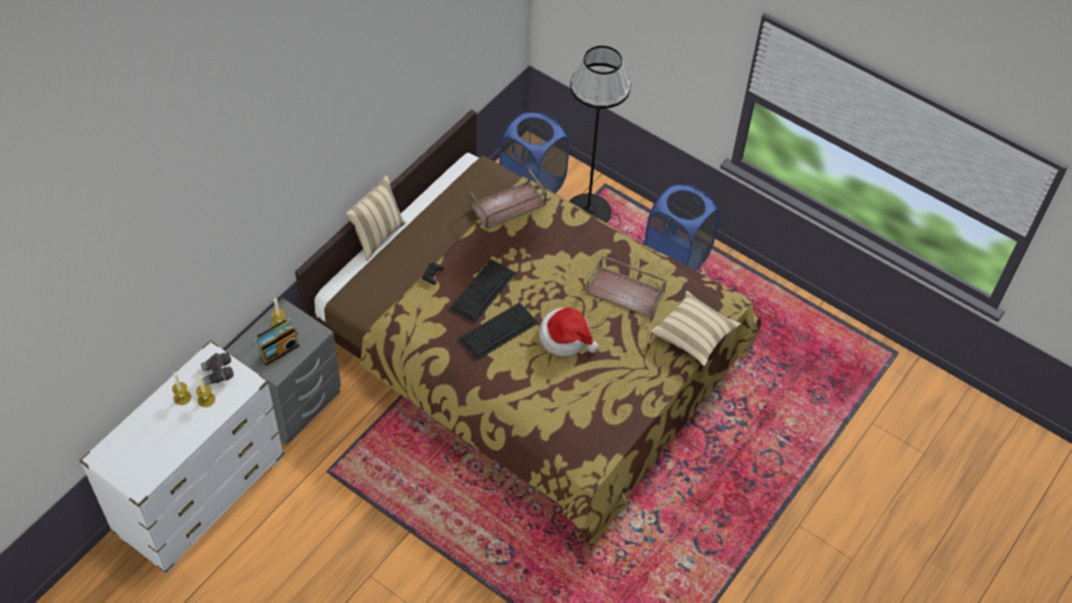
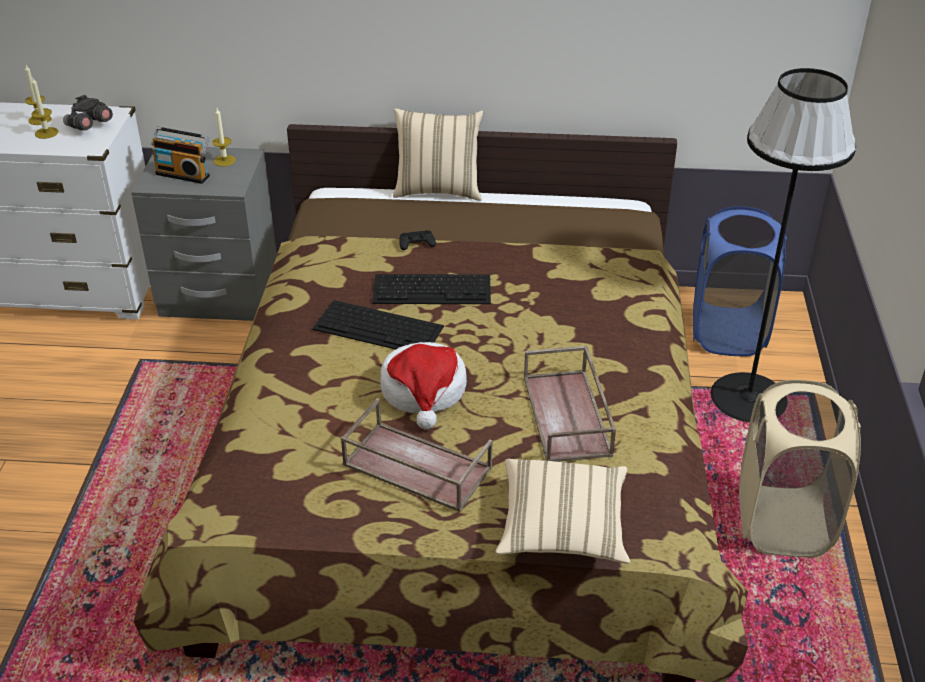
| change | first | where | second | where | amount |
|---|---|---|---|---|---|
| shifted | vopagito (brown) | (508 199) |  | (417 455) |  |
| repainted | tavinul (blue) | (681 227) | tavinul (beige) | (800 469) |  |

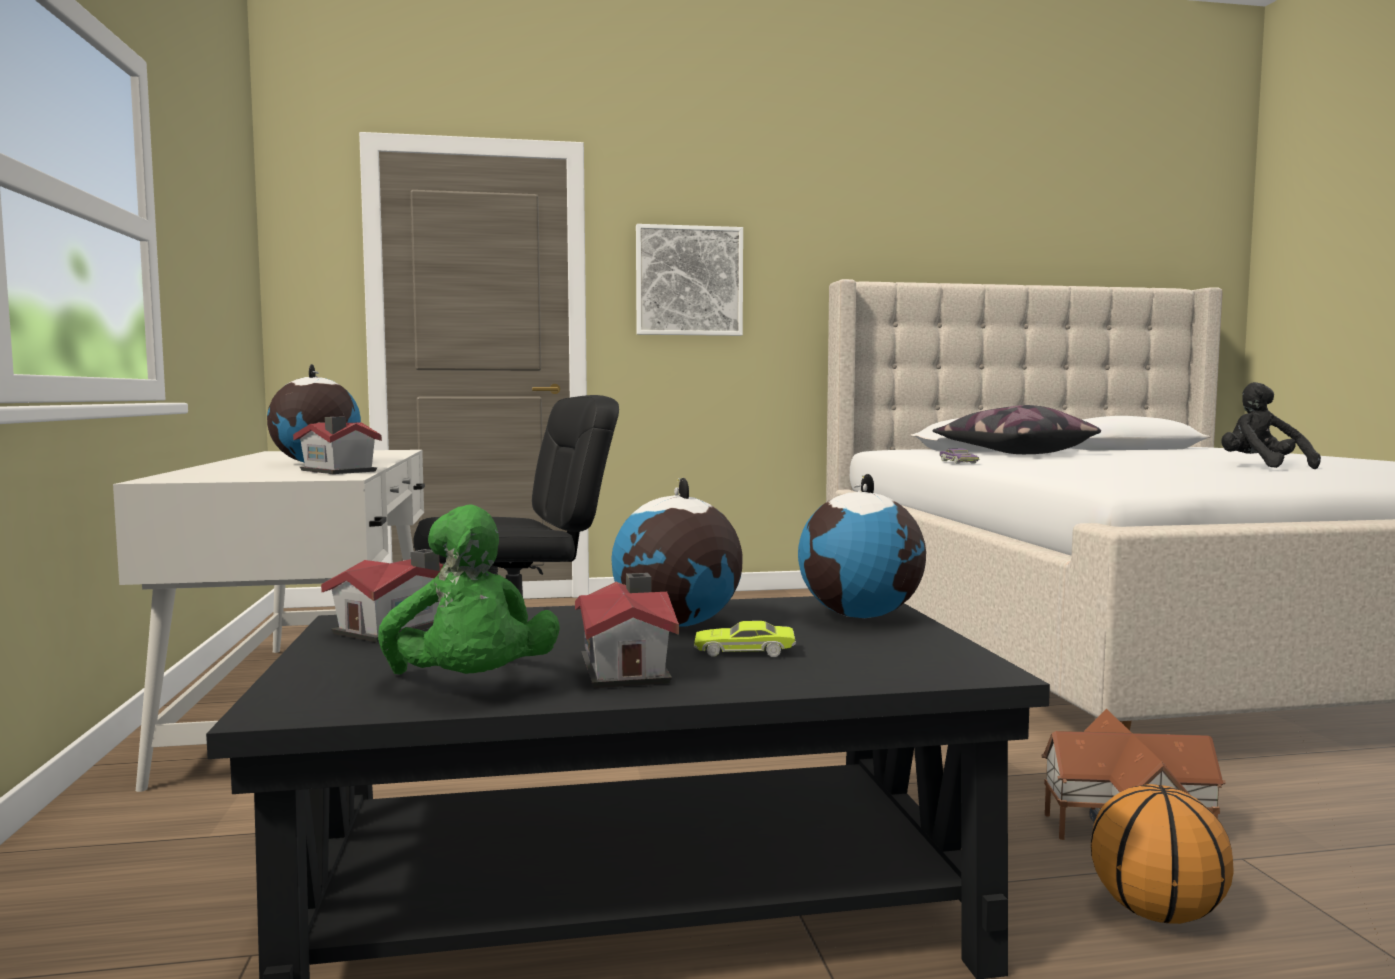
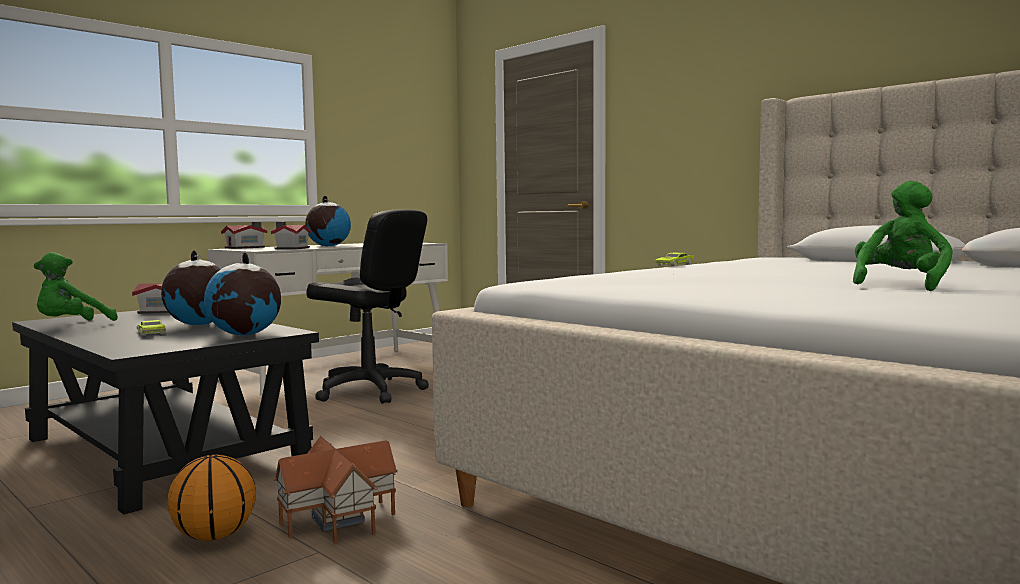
| change | first | where | second | where | amount |
|---|---|---|---|---|---|
| gone | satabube | (689 280) |  |  |  |
| repainted | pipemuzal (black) | (1271 425) | pipemuzal (green) | (903 236) |  |
| gone | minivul | (1016 429) |  |  |  |
| repainted | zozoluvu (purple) | (959 456) | zozoluvu (green) | (674 259) |  |
| shifted | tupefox | (627 630) |  | (244 235) |  |

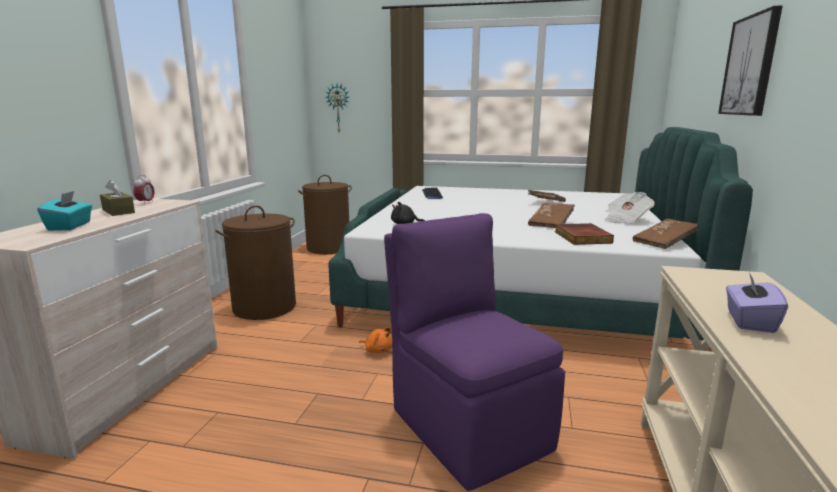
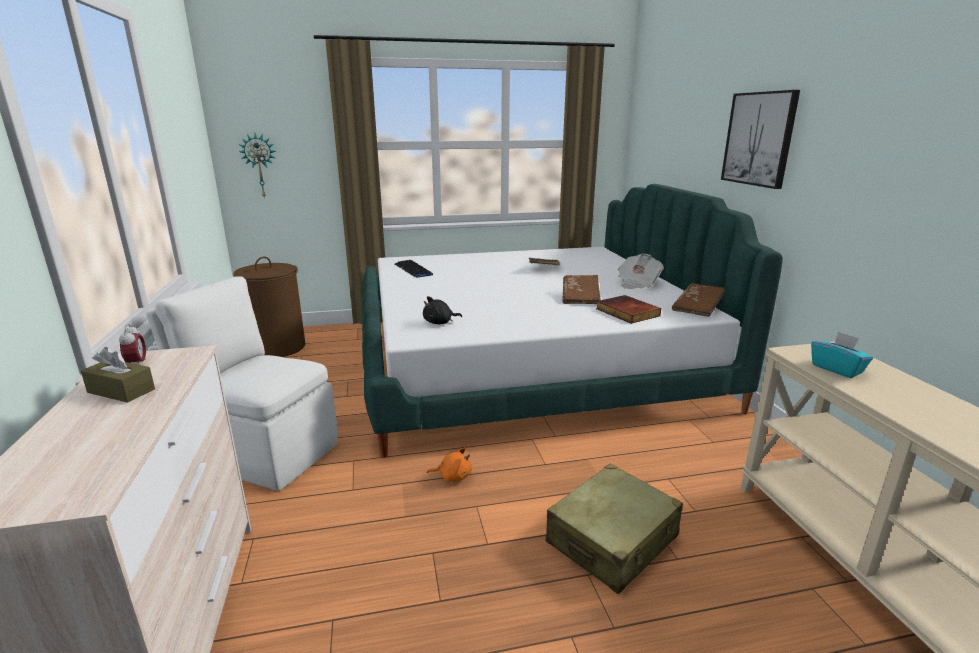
| change | first | where | second | where | amount |
|---|---|---|---|---|---|
| shifted | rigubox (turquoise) | (64 211) |  | (842 354) |  |
| swapped | tavinul (brown) | (256 262) | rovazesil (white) | (242 383) |  |
| swapped | rovazesil (purple) | (474 352) | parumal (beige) | (614 529) |  |
| gone | rigubox (purple) | (757 302) |  |  |  |

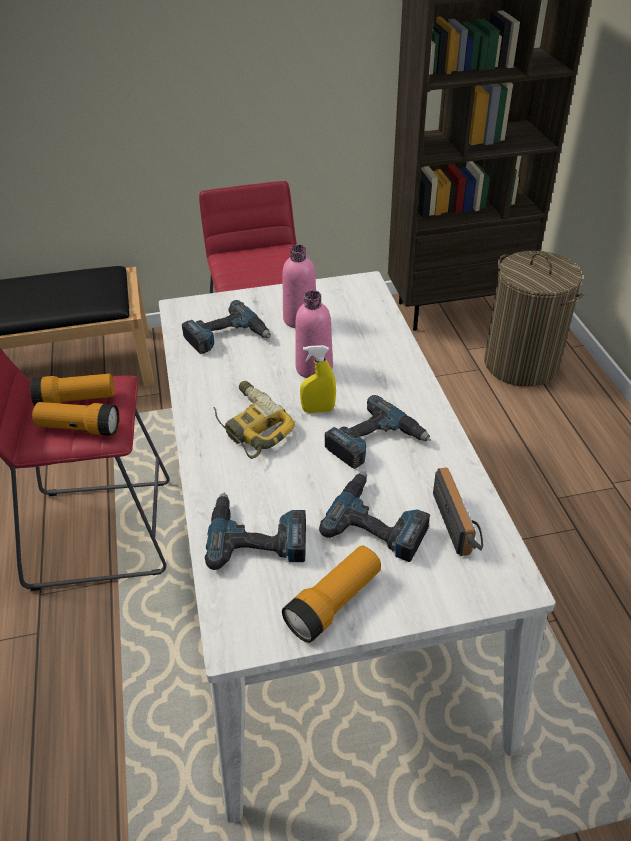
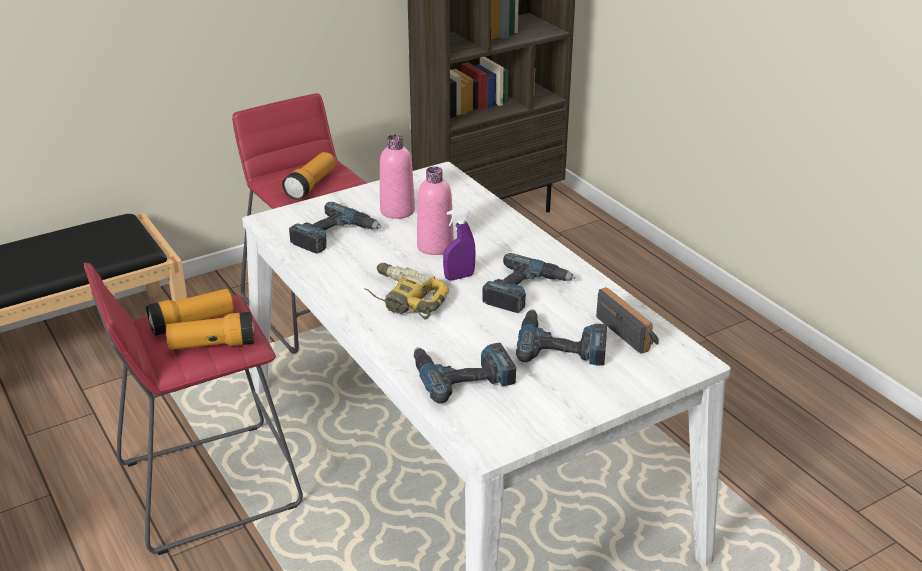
| change | first | where | second | where | amount |
|---|---|---|---|---|---|
| gone | tavinul | (534 319) |  |  |  |
| repainted | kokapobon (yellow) | (318 379) | kokapobon (purple) | (459 244) |  |
| shifted | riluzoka | (331 594) |  | (308 176) |  |

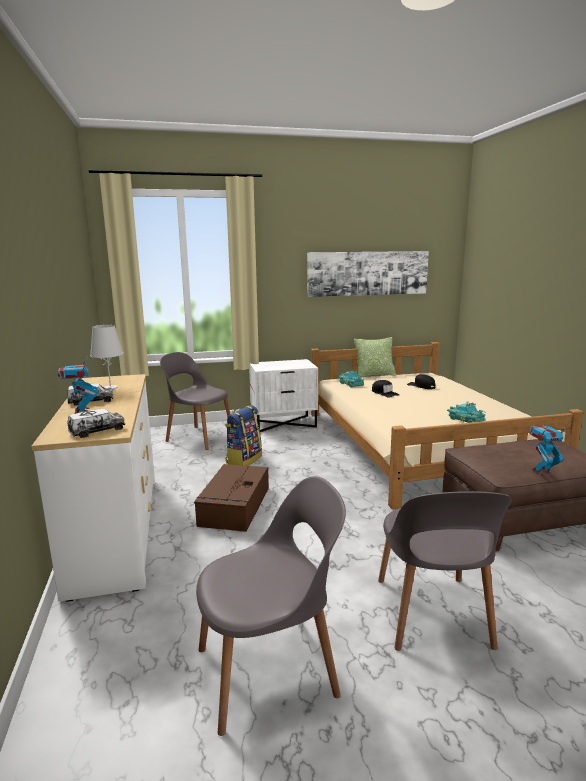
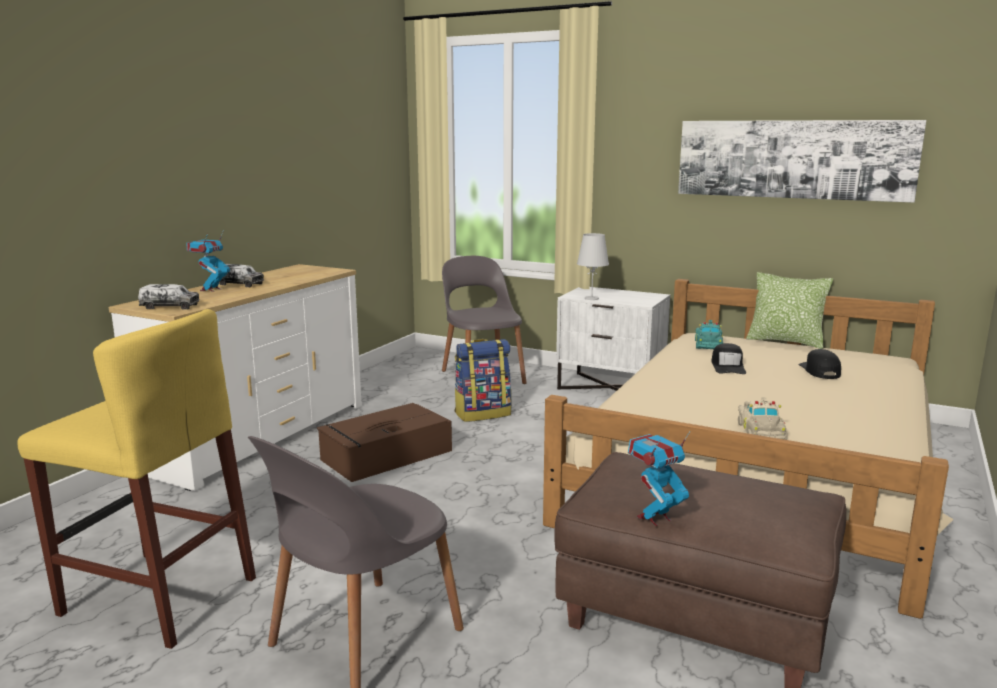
| change | first | where | second | where | amount |
|---|---|---|---|---|---|
| shifted | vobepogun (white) | (106 357) |  | (593 266) |  |
| repainted | zozoluvu (turquoise) | (466 412) | zozoluvu (beige) | (762 418) |  |
| rotated | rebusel | (548 450) |  | (659 478) | 60 degrees counterclockwise |
| swapped | rovazesil (grey) | (271 606) | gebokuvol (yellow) | (136 479) |  |

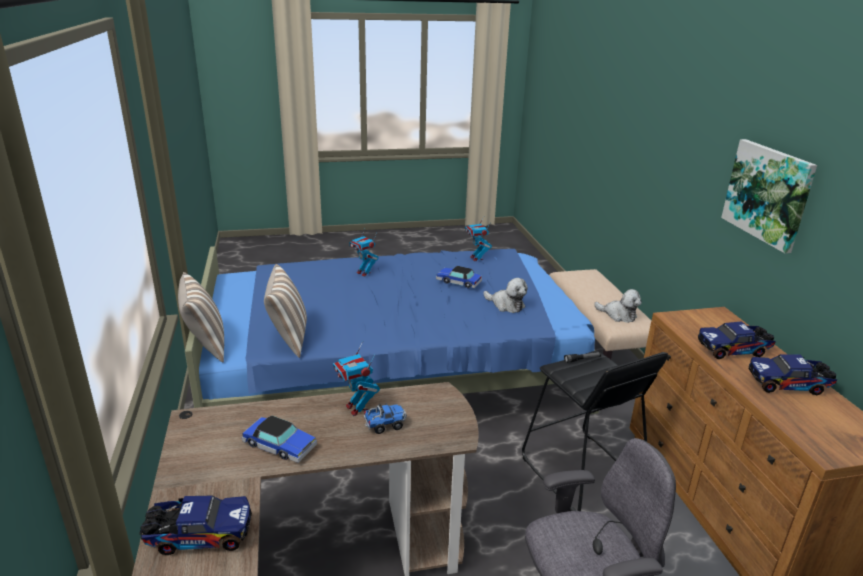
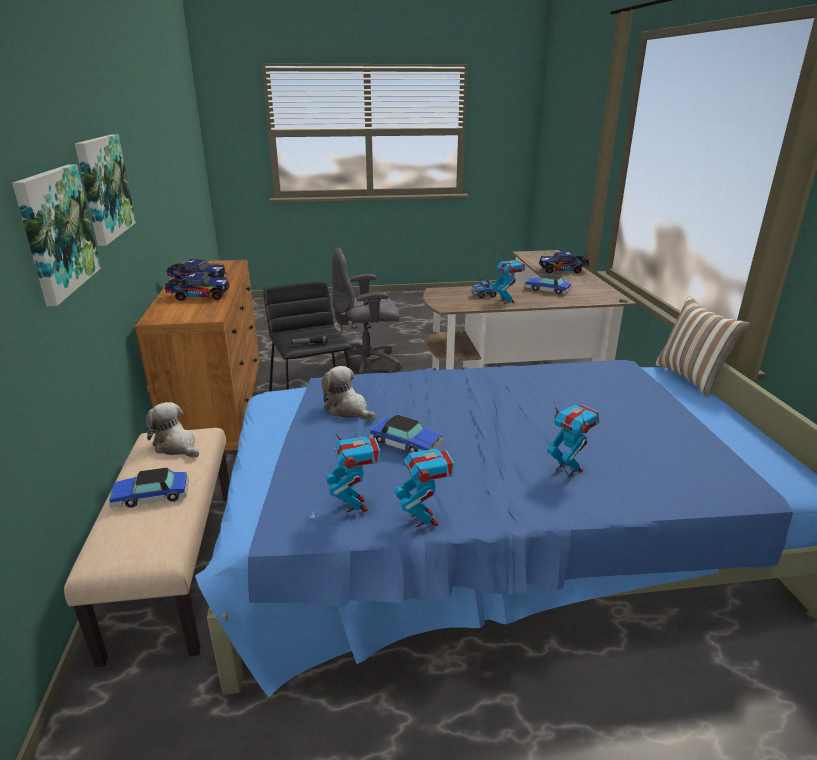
| change | first | where | second | where | amount |
|---|---|---|---|---|---|
| gone | minivul | (285 311) |  |  |  |
| new |  |  | satabube | (56 235) |  |
| new |  |  | rebusel | (425 482) |  |
| new |  |  | zozoluvu | (149 488) |  |

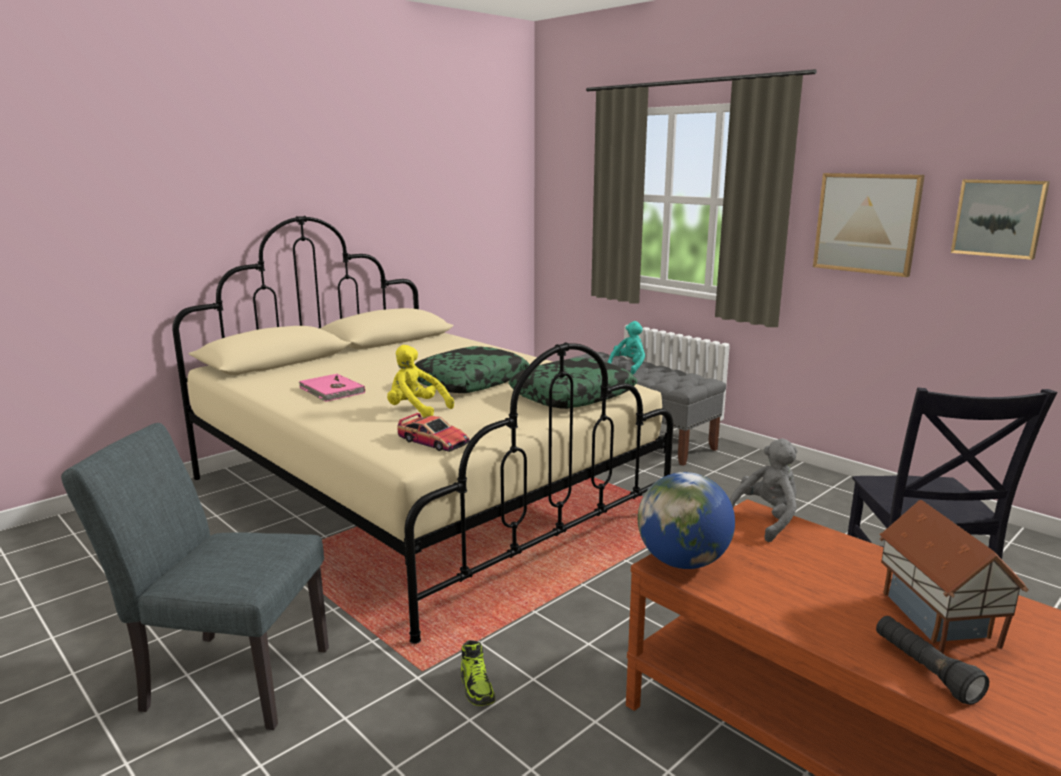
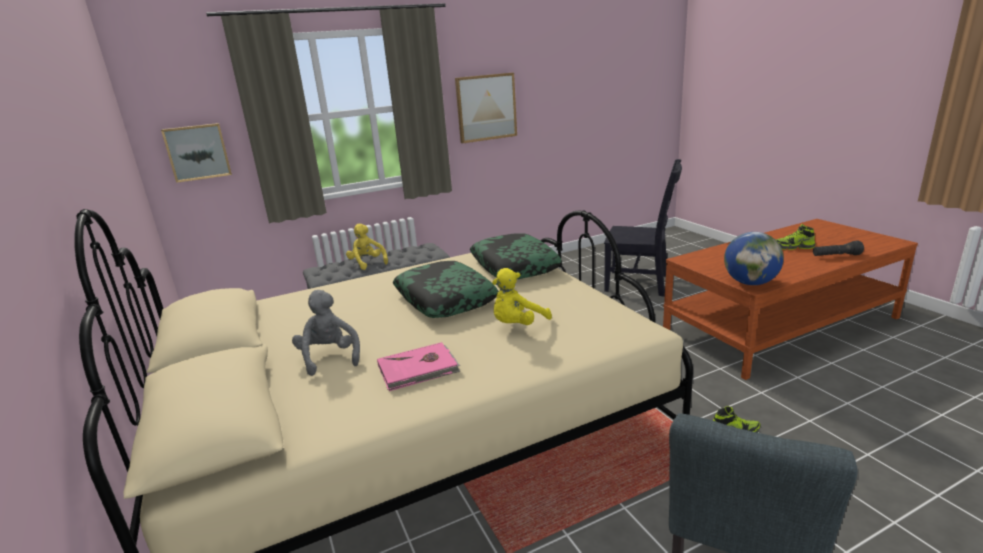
| change | first | where | second | where | amount |
|---|---|---|---|---|---|
| shifted | satabube | (1000 219) |  | (196 153) |  |
| repainted | pipemuzal (turquoise) | (626 347) | pipemuzal (yellow) | (367 247) |  |
| gone | zozoluvu | (433 432) |  |  |  |
| shifted | pipemuzal (grey) | (763 490) |  | (326 333) |  |
| swapped | tupefox | (953 577) | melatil | (795 237) |  |

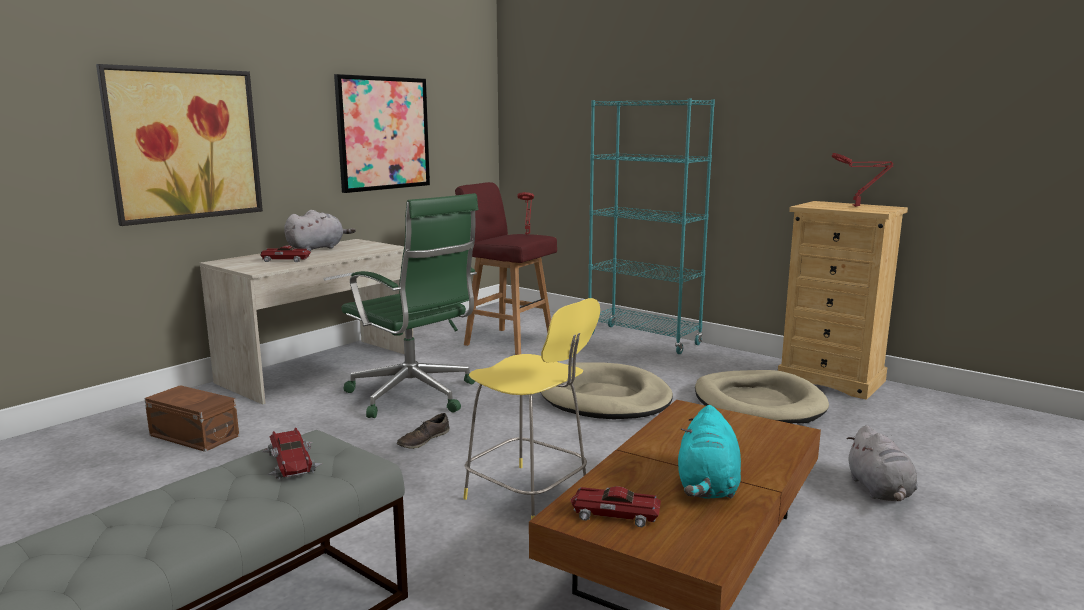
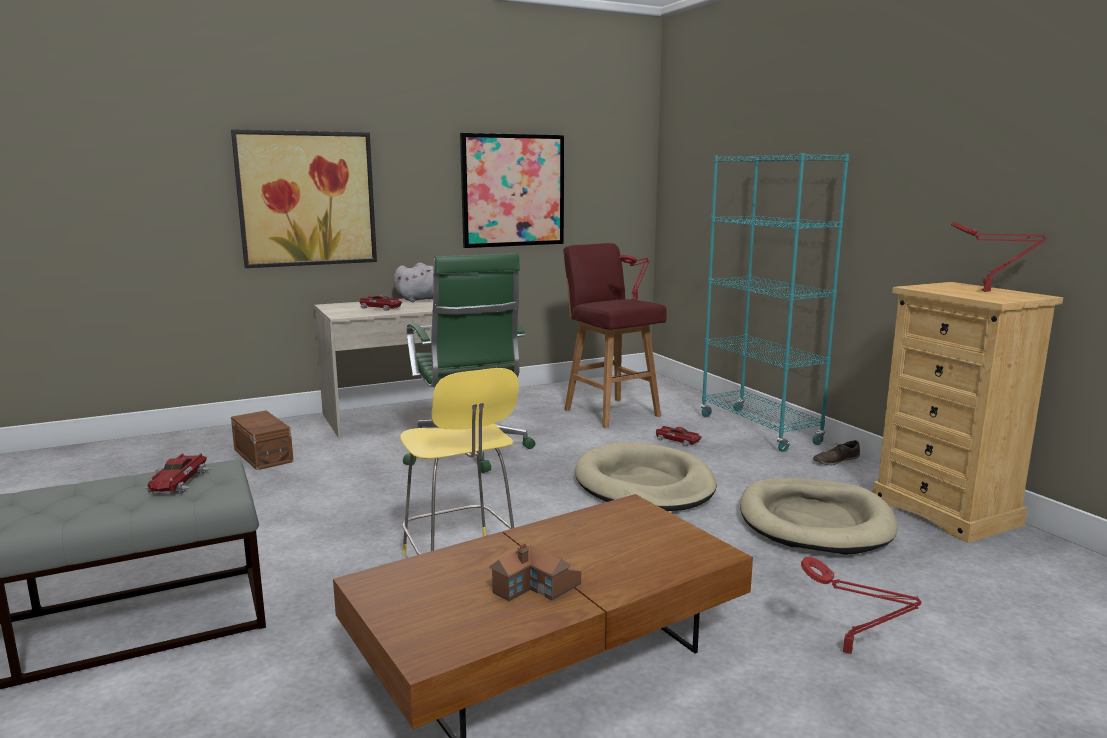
| change | first | where | second | where | amount |
|---|---|---|---|---|---|
| swapped | pipemuzal (turquoise) | (709 452) | tupefox | (535 572) |  |
| shifted | melatil (brown) | (423 431) |  | (836 452) |  |
| swapped | pipemuzal (grey) | (882 463) | vobepogun (red) | (861 605) |  |
| shifted | zozoluvu | (615 506) |  | (679 436) |  |

